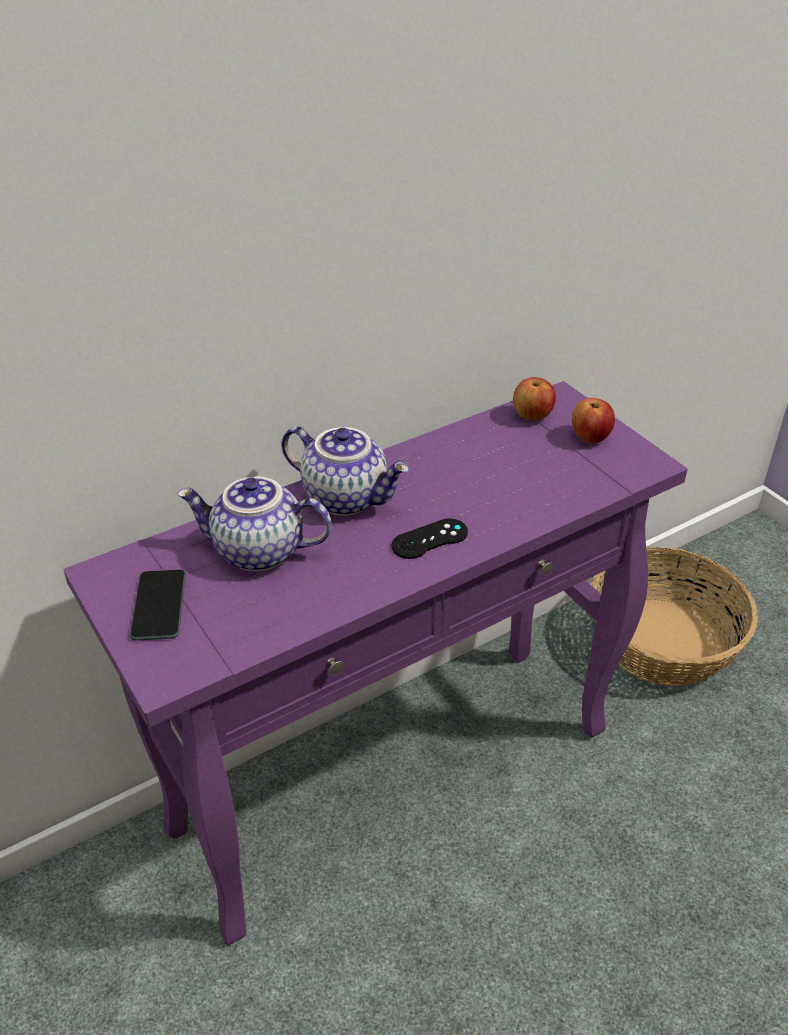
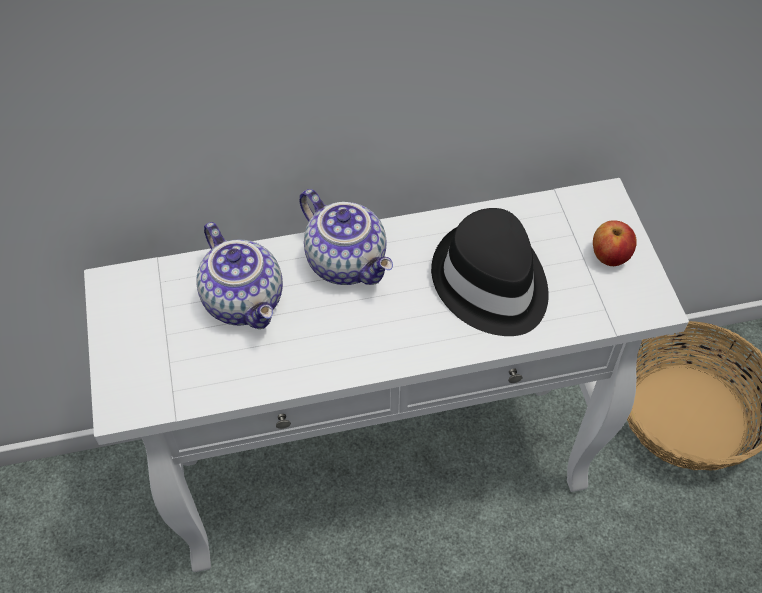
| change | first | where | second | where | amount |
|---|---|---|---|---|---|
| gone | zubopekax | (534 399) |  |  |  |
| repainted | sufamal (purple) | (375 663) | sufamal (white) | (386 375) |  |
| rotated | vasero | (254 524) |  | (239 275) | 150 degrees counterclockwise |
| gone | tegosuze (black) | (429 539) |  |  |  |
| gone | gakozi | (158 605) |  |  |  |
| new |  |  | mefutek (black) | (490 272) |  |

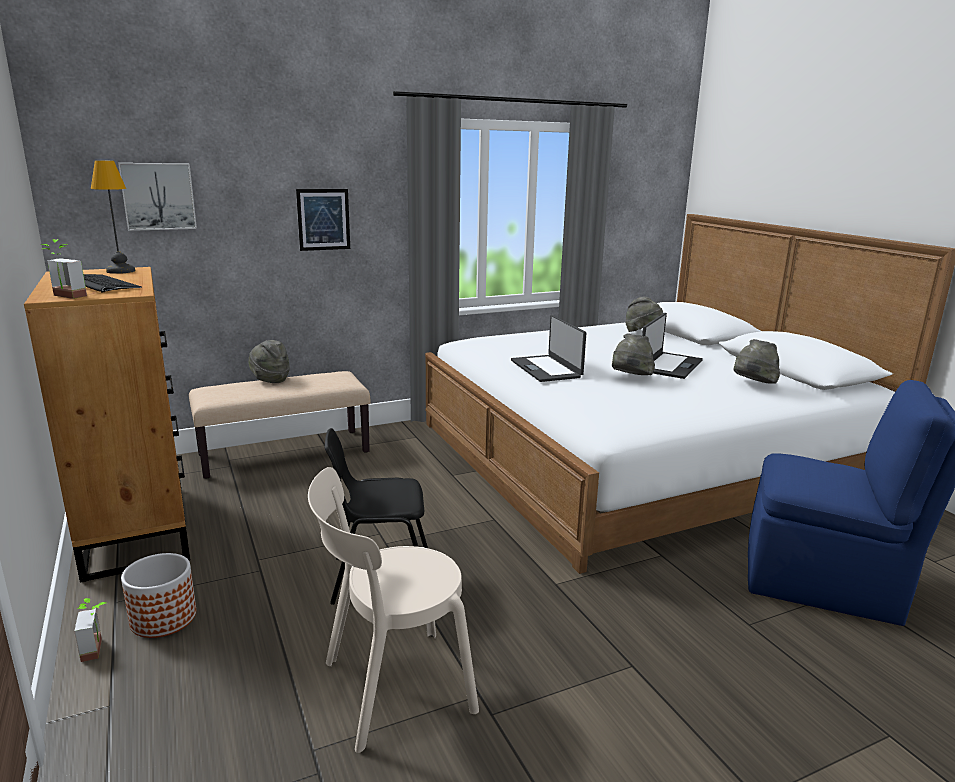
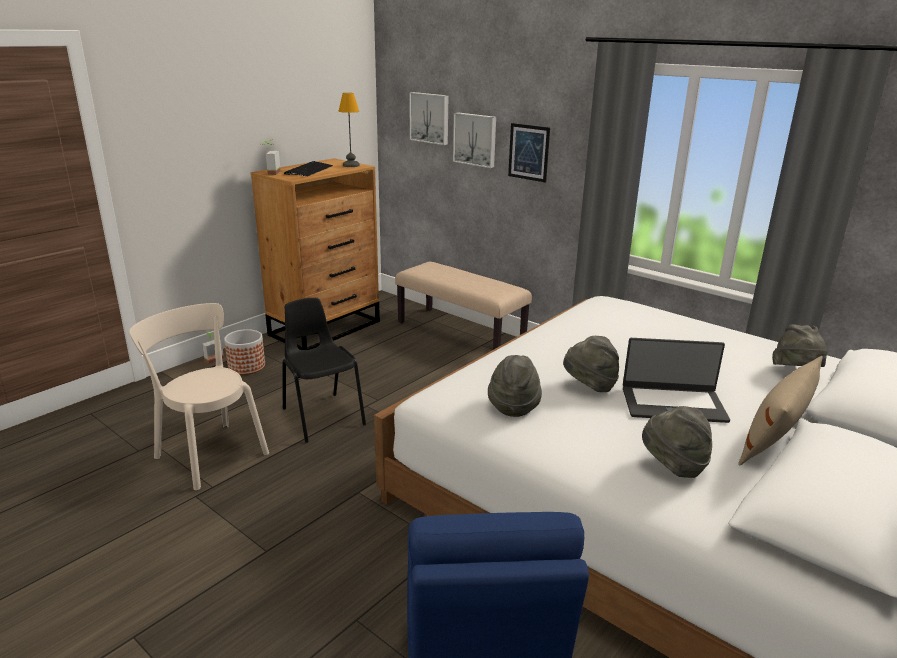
| change | first | where | second | where | amount |
|---|---|---|---|---|---|
| gone | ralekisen | (548 348) |  |  |  |
| shifted | mefutek (grey) | (269 361) |  | (515 386) |  |
| new |  |  | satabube | (474 140) |  |
| new |  |  | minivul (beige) | (780 410) |  |

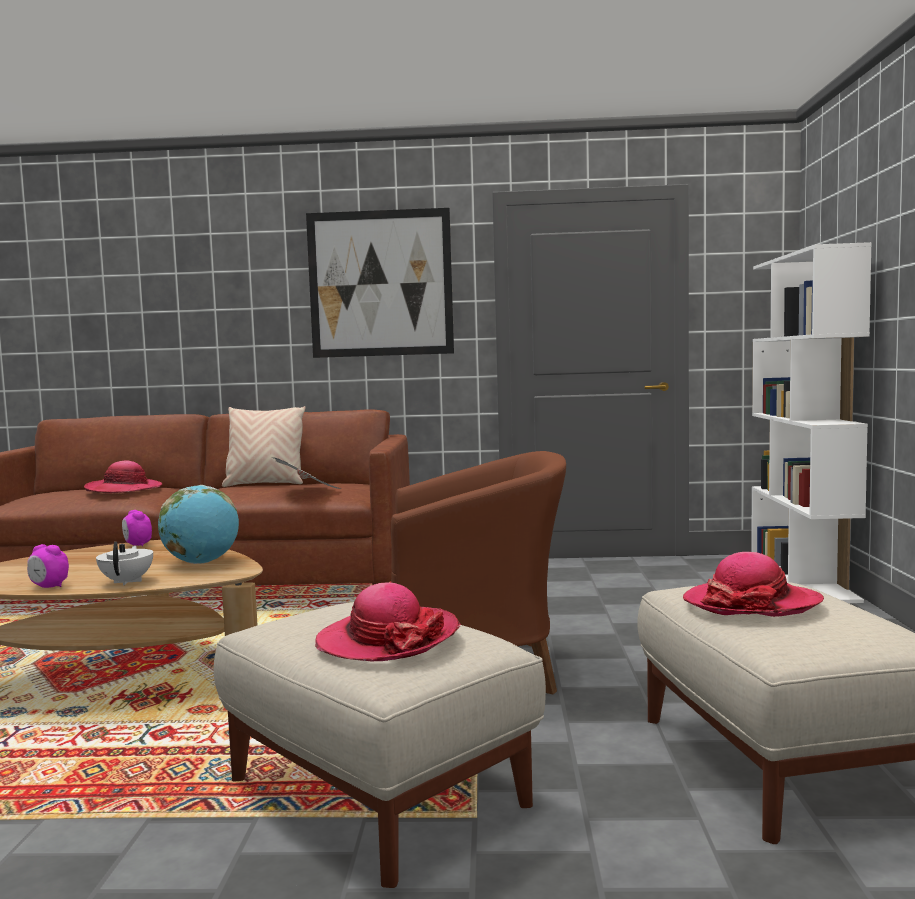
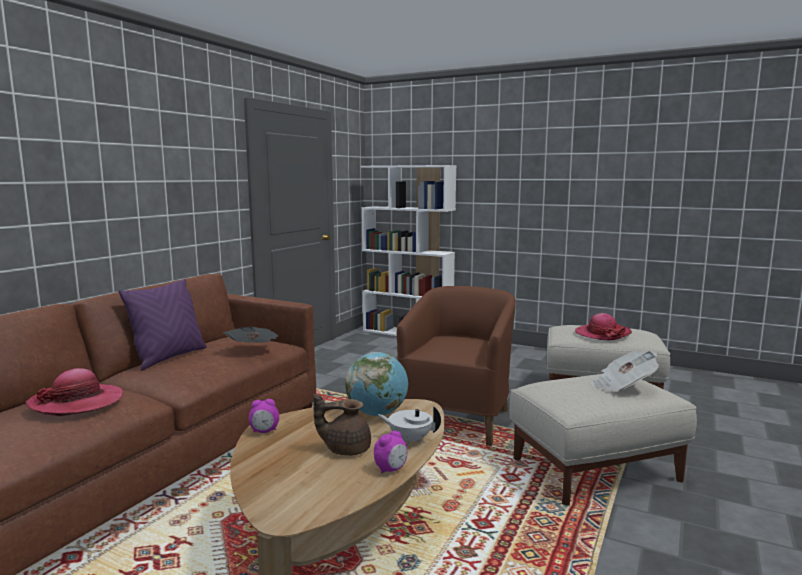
| change | first | where | second | where | amount |
|---|---|---|---|---|---|
| gone | satabube | (380 283) |  |  |  |
| repainted | minivul (beige) | (264 446) | minivul (purple) | (162 325) |  |
| swapped | mefutek | (388 621) | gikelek | (624 371) |  |
| new |  |  | vasero (brown) | (342 425) |  |

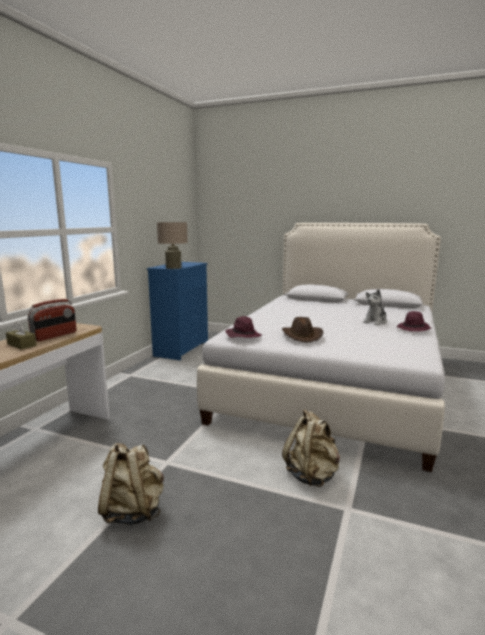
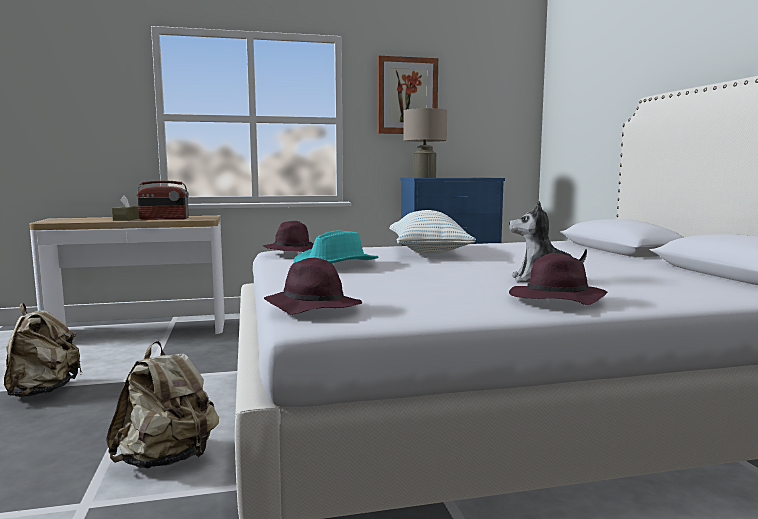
| change | first | where | second | where | amount |
|---|---|---|---|---|---|
| repainted | mefutek (brown) | (302 330) | mefutek (turquoise) | (335 247) |  |
| new |  |  | satabube | (408 95) |  |
| new |  |  | minivul | (432 232) |  |
| new |  |  | mefutek (purple) | (313 286) |  |

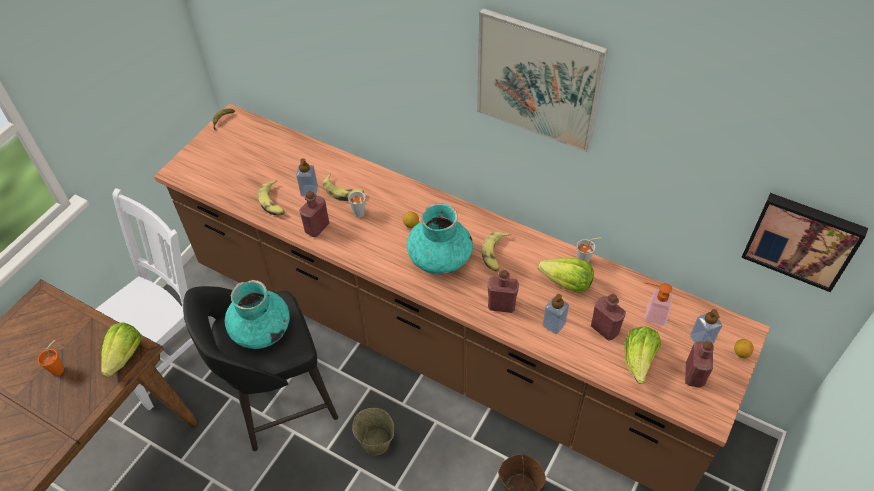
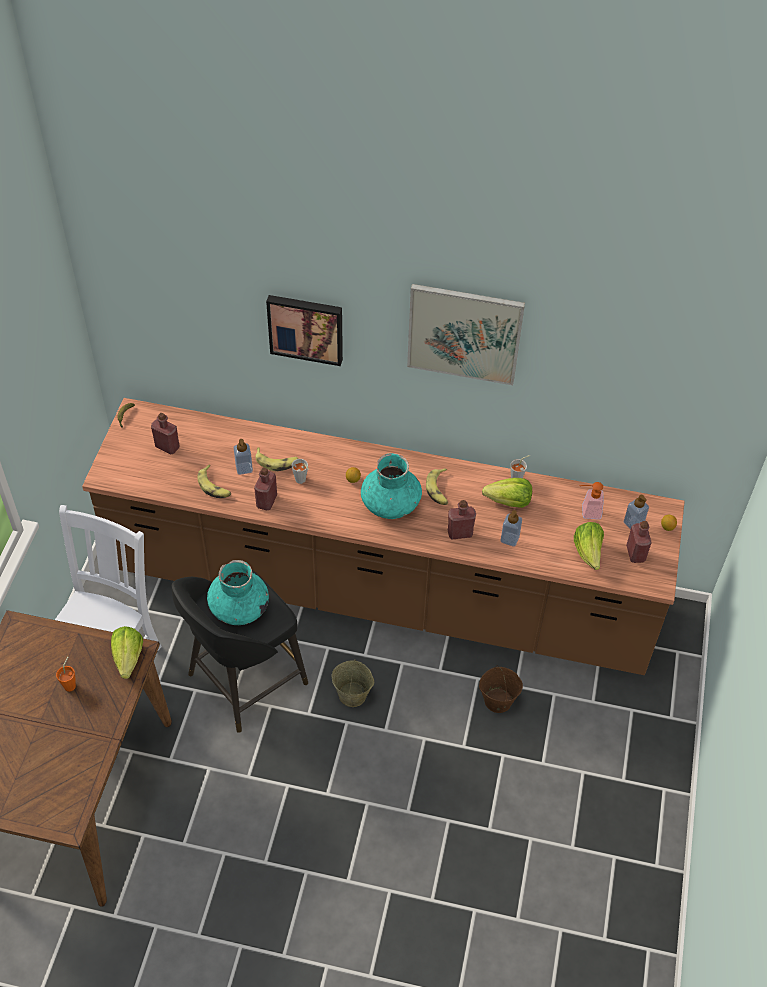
| change | first | where | second | where | amount |
|---|---|---|---|---|---|
| shifted | satabube | (804 242) |  | (304 330) |  |
| shifted | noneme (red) | (608 317) |  | (165 434) |  |

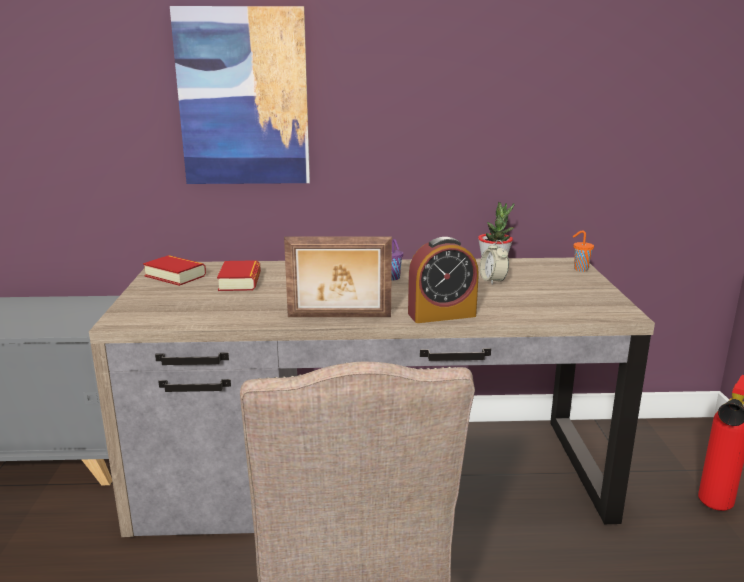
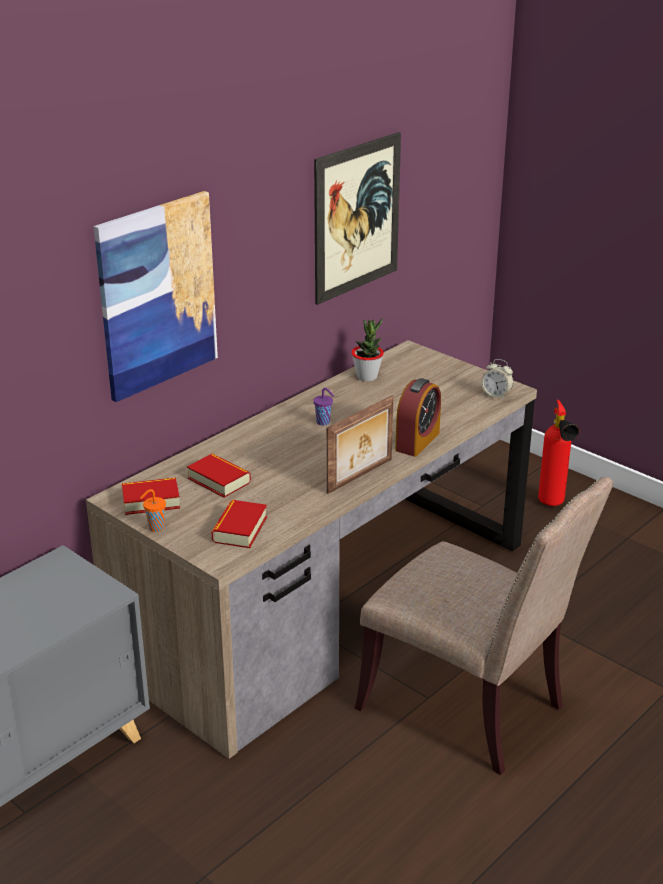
| change | first | where | second | where | amount |
|---|---|---|---|---|---|
| shifted | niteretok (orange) | (583 251) |  | (153 510) |  |
| shifted | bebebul | (494 262) |  | (497 379) |  |
| new |  |  | satabube | (357 218) |  |
| new |  |  | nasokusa | (239 524) |  |

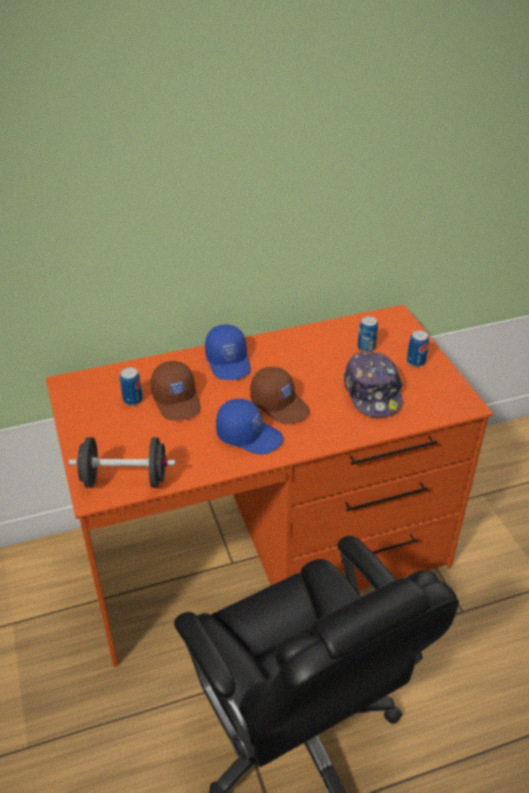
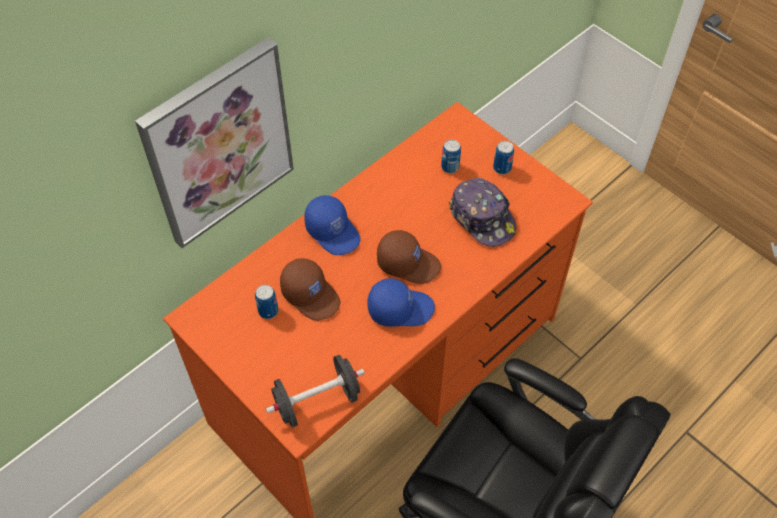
| change | first | where | second | where | amount |
|---|---|---|---|---|---|
| new |  |  | satabube | (214 142) |  |

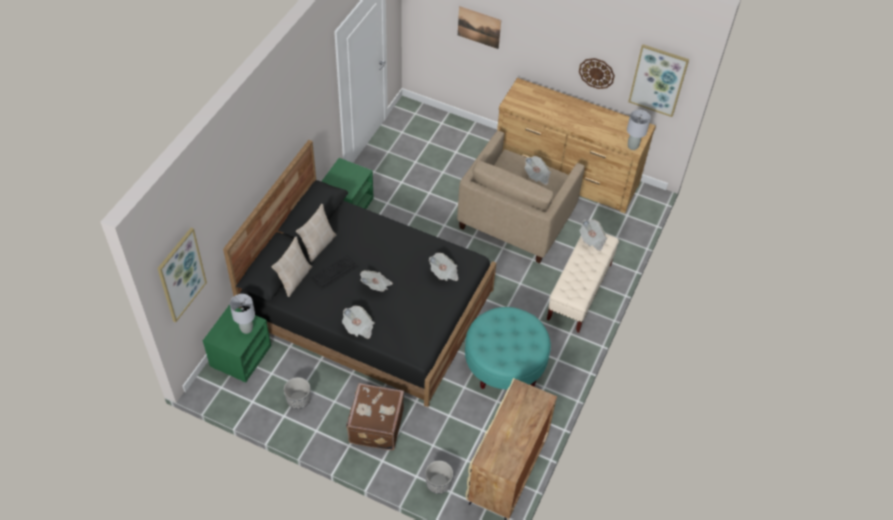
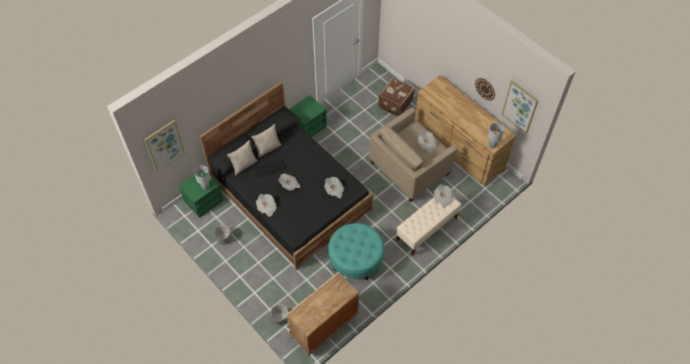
| change | first | where | second | where | amount |
|---|---|---|---|---|---|
| gone | satabube | (479 27) |  |  |  |
| shifted | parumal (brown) | (375 416) |  | (396 97) |  |

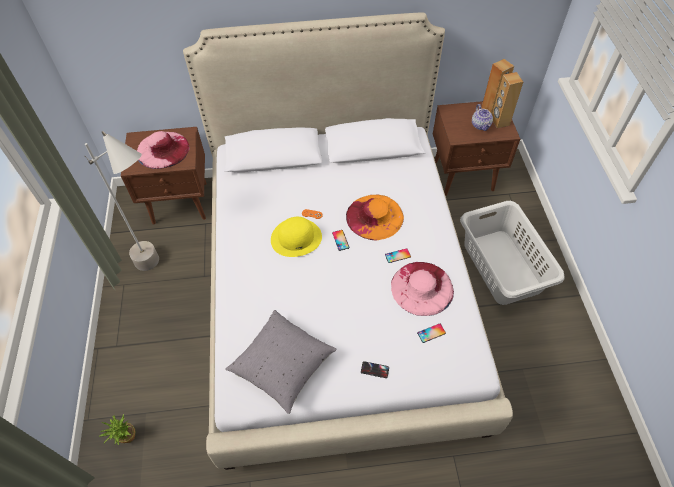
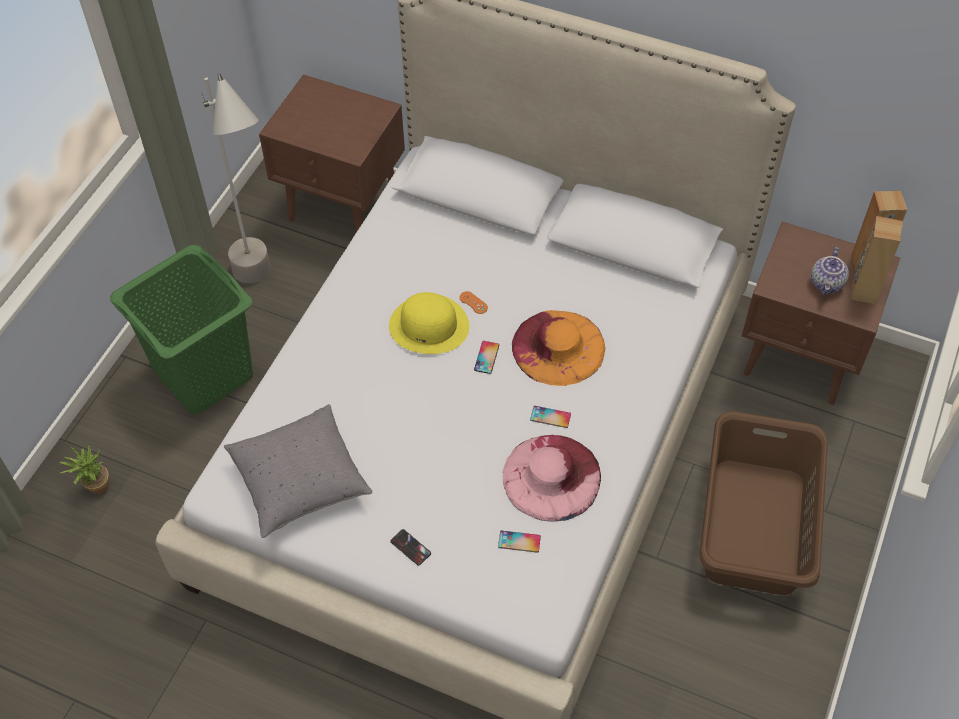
| change | first | where | second | where | amount |
|---|---|---|---|---|---|
| gone | mefutek (pink) | (163 150) |  |  |  |
| repainted | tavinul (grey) | (512 253) | tavinul (brown) | (763 503) |  |
| new |  |  | tavinul (green) | (181 329) |  |

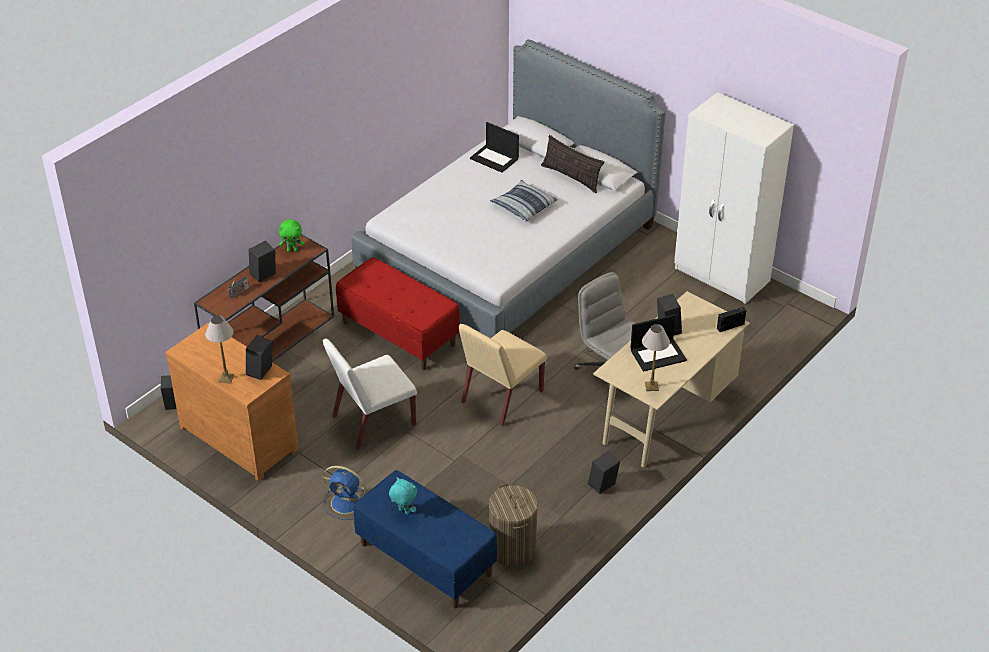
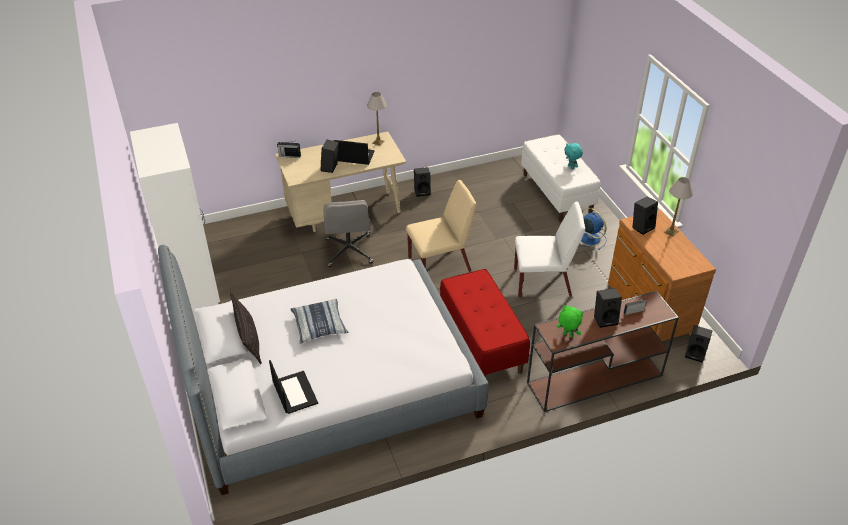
| change | first | where | second | where | amount |
|---|---|---|---|---|---|
| repainted | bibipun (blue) | (425 539) | bibipun (white) | (560 178) |  |
| gone | tavinul | (513 525) |  |  |  |

